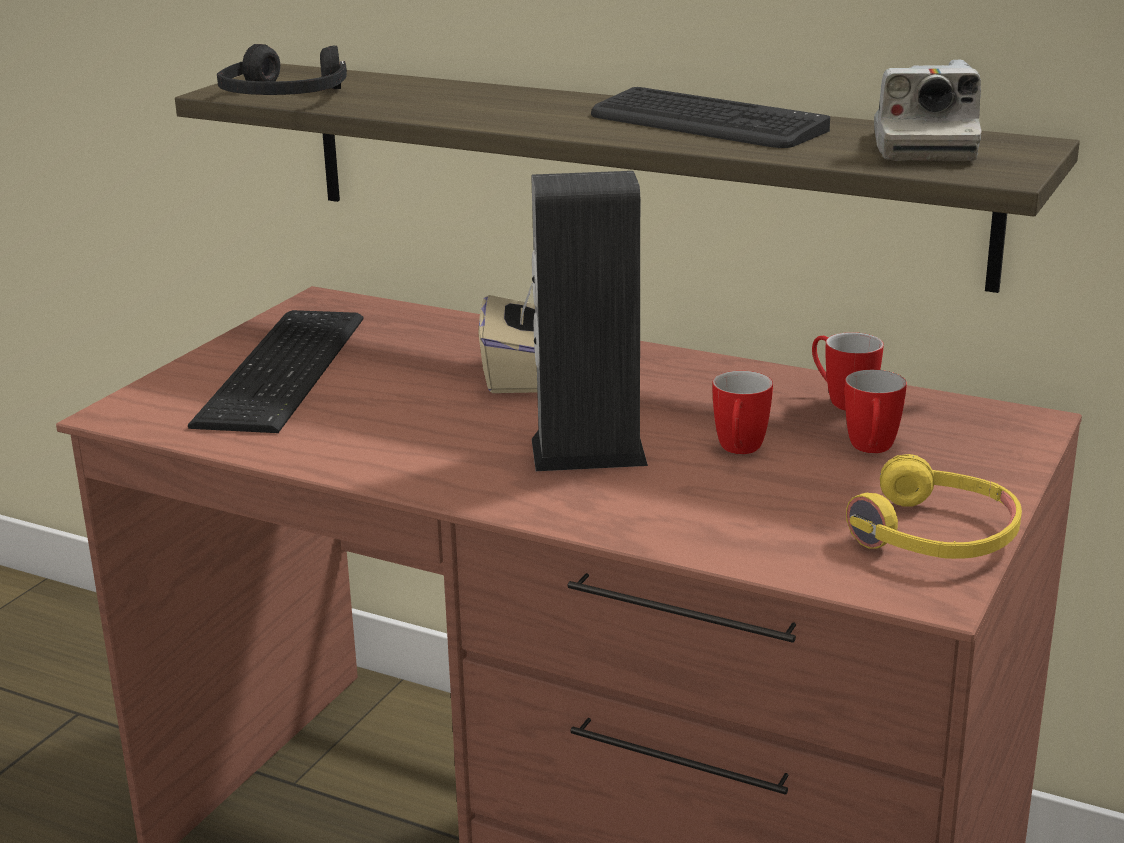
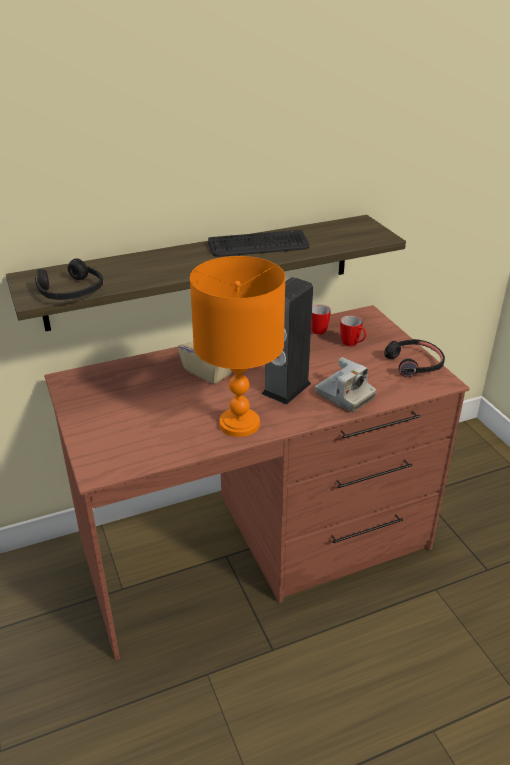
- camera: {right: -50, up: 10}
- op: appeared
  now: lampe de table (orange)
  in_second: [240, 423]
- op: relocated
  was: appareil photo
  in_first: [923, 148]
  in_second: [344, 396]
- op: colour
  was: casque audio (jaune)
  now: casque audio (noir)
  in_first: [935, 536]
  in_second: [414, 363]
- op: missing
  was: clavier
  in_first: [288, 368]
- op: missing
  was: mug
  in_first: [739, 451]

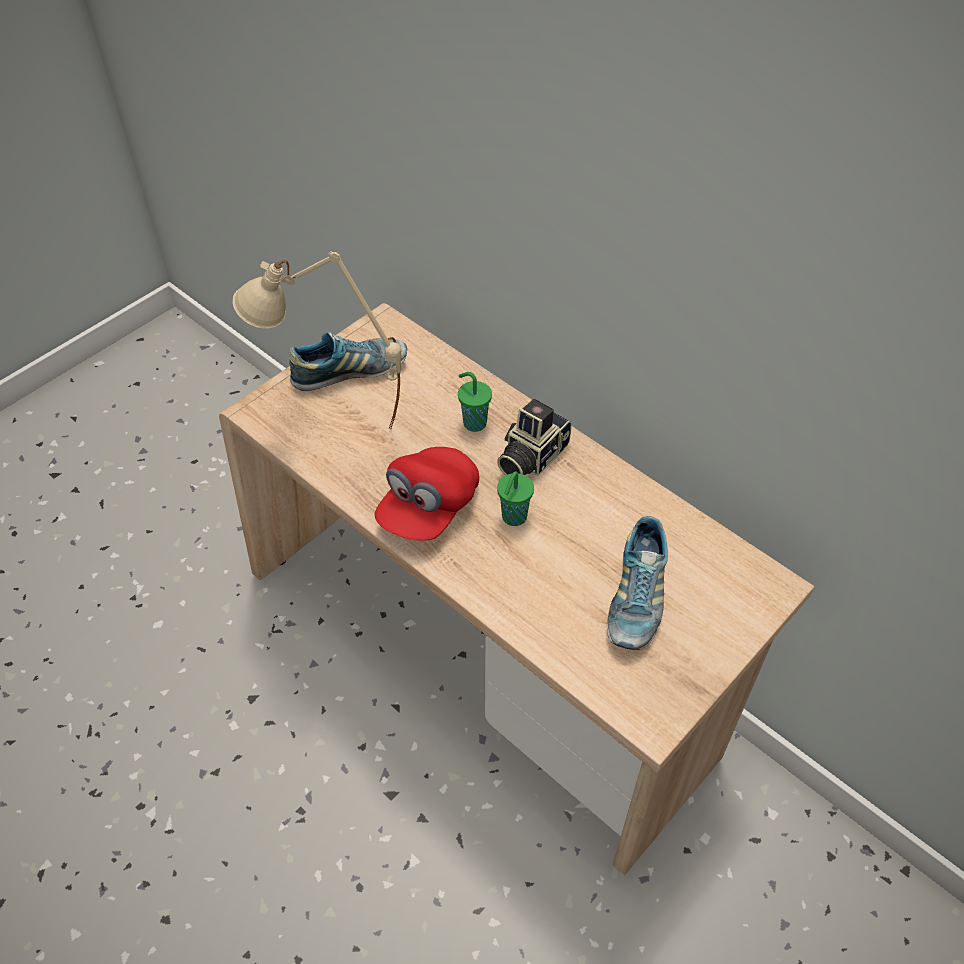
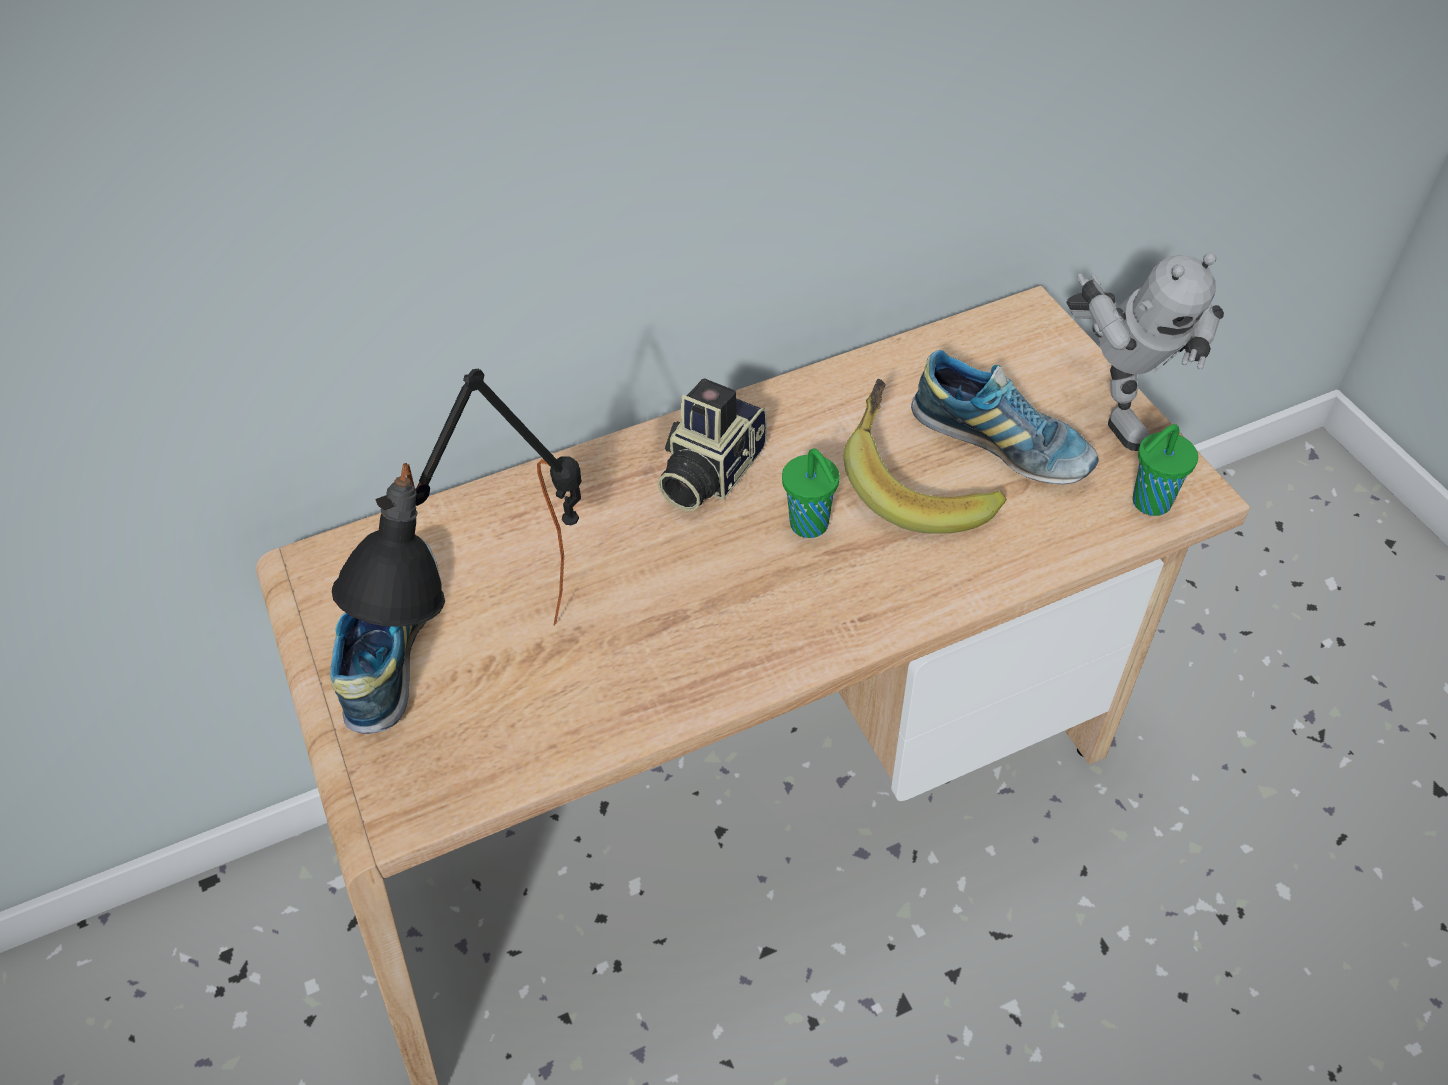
- camera: {right: -65, up: 0}
- op: colour
  was: lampe de table (beige)
  now: lampe de table (noir)
  in_first: [336, 434]
  in_second: [522, 702]
- op: spun
  was: appareil photo
  in_first: [530, 456]
  in_second: [708, 472]
  clockwise: 60
- op: appeared
  now: banane
  in_second: [917, 484]
- op: appeared
  now: robot jouet
  in_second: [1116, 405]
- op: relocated
  was: tasse (vert)
  in_first: [473, 422]
  in_second: [1149, 503]
- op: missing
  was: casquette (rouge)
  in_first: [428, 508]

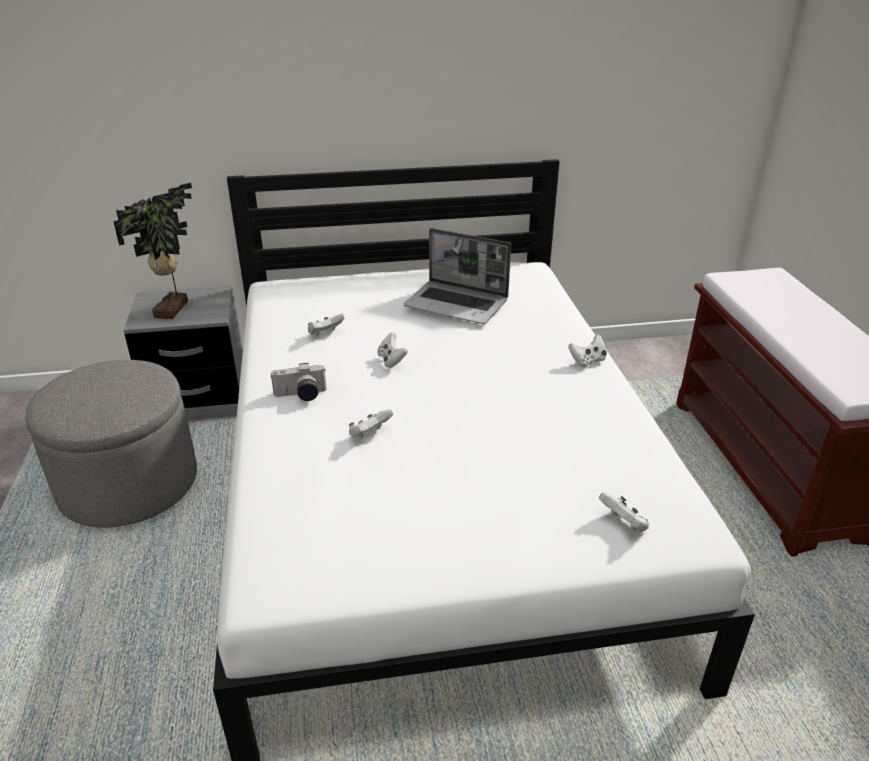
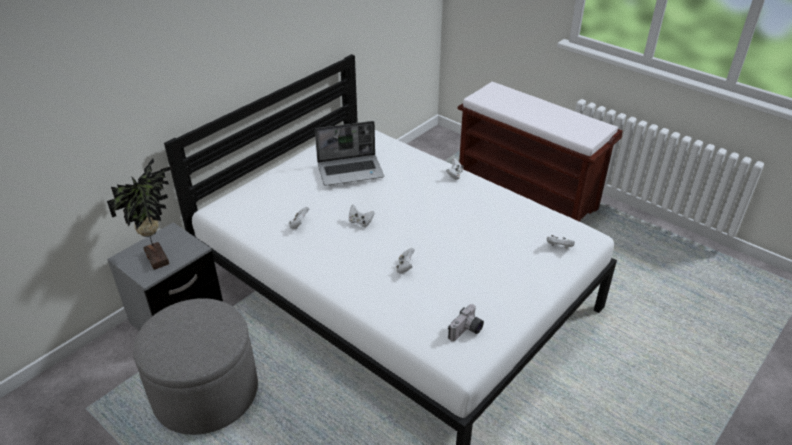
- camera: {right: -40, up: 5}
- op: relocated
  was: appareil photo
  in_first: [300, 396]
  in_second: [466, 331]

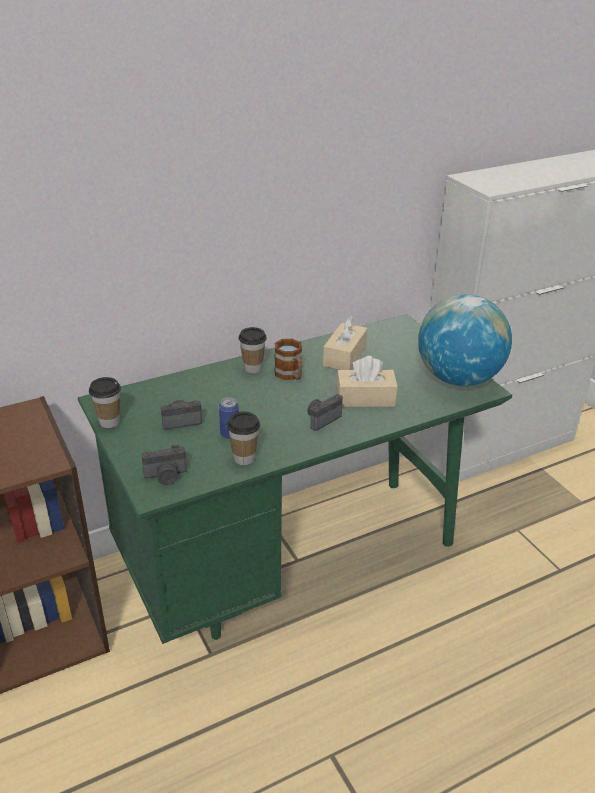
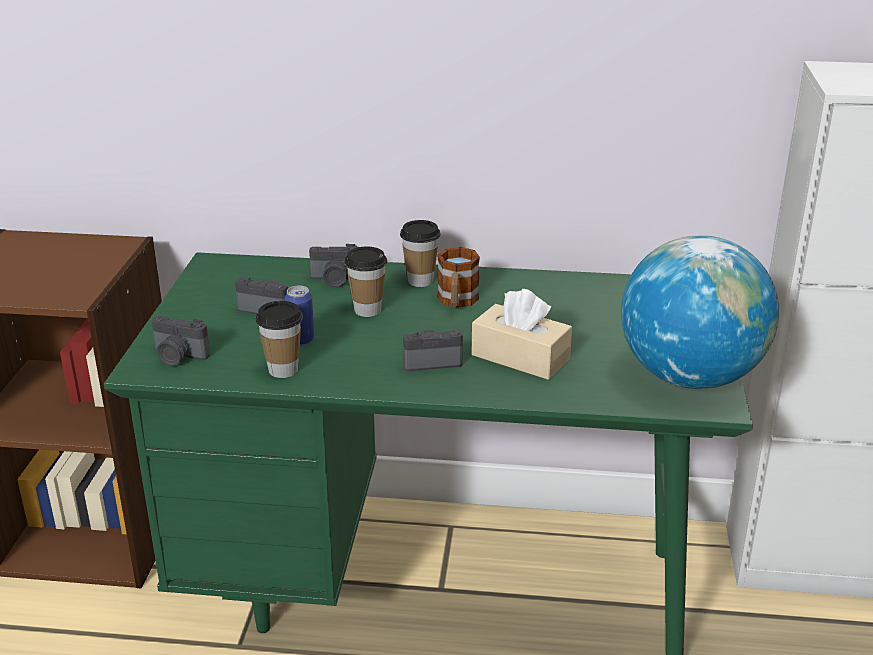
- camera: {right: 35, up: -5}
- op: appeared
  now: appareil photo
  in_second: [335, 280]
- op: relocated
  was: tasse
  in_first: [109, 422]
  in_second: [367, 310]
- op: missing
  was: boîte à mouchoirs (beige)
  in_first: [344, 356]

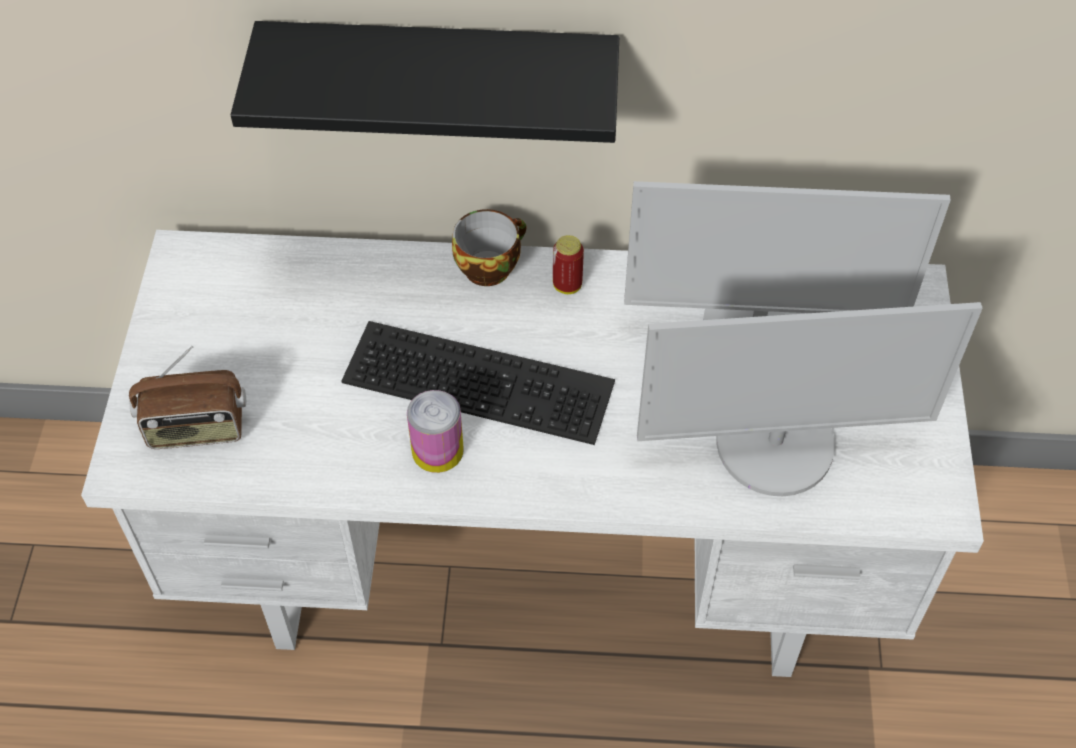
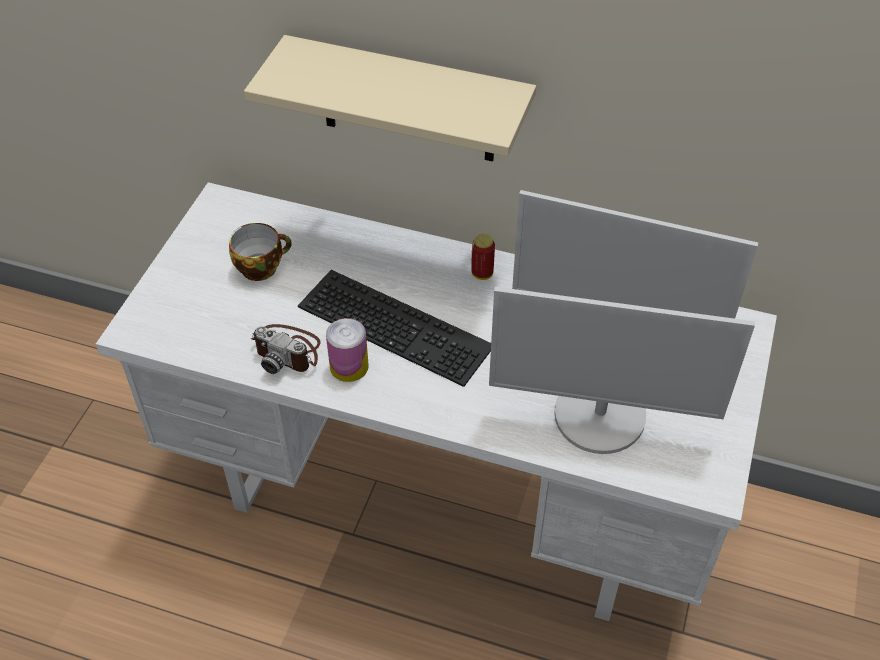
- camera: {right: 15, up: -5}
- op: relocated
  was: tasse
  in_first: [489, 265]
  in_second: [261, 266]
- op: colour
  was: étagère (noir)
  now: étagère (beige)
  in_first: [440, 81]
  in_second: [408, 101]
- op: appeared
  now: appareil photo
  in_second: [288, 350]
- op: missing
  was: radio
  in_first: [196, 429]

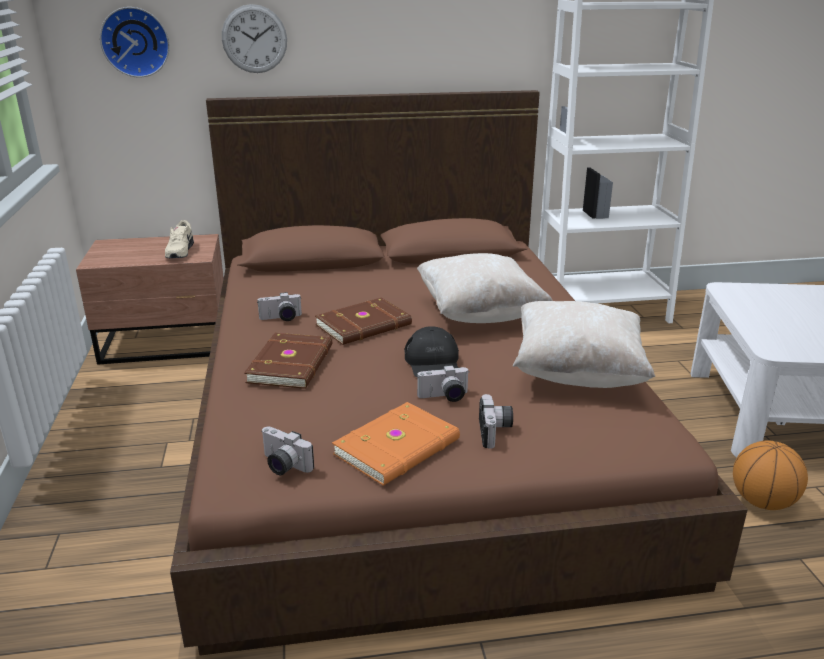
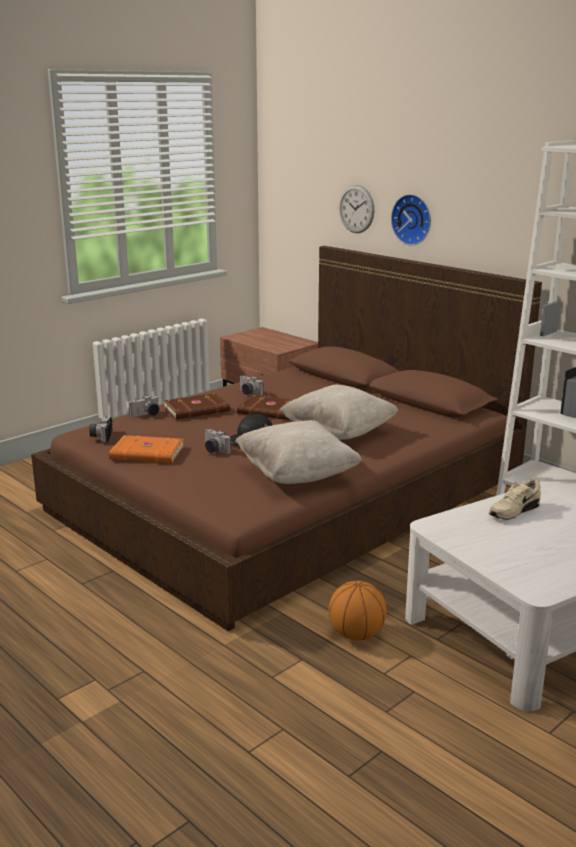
- camera: {right: 55, up: -5}
- op: relocated
  was: appareil photo
  in_first: [496, 432]
  in_second: [146, 415]
- op: relocated
  was: horloge murale
  in_first: [135, 42]
  in_second: [413, 219]
- op: relocated
  was: chaussure (beige)
  in_first: [179, 252]
  in_second: [513, 511]

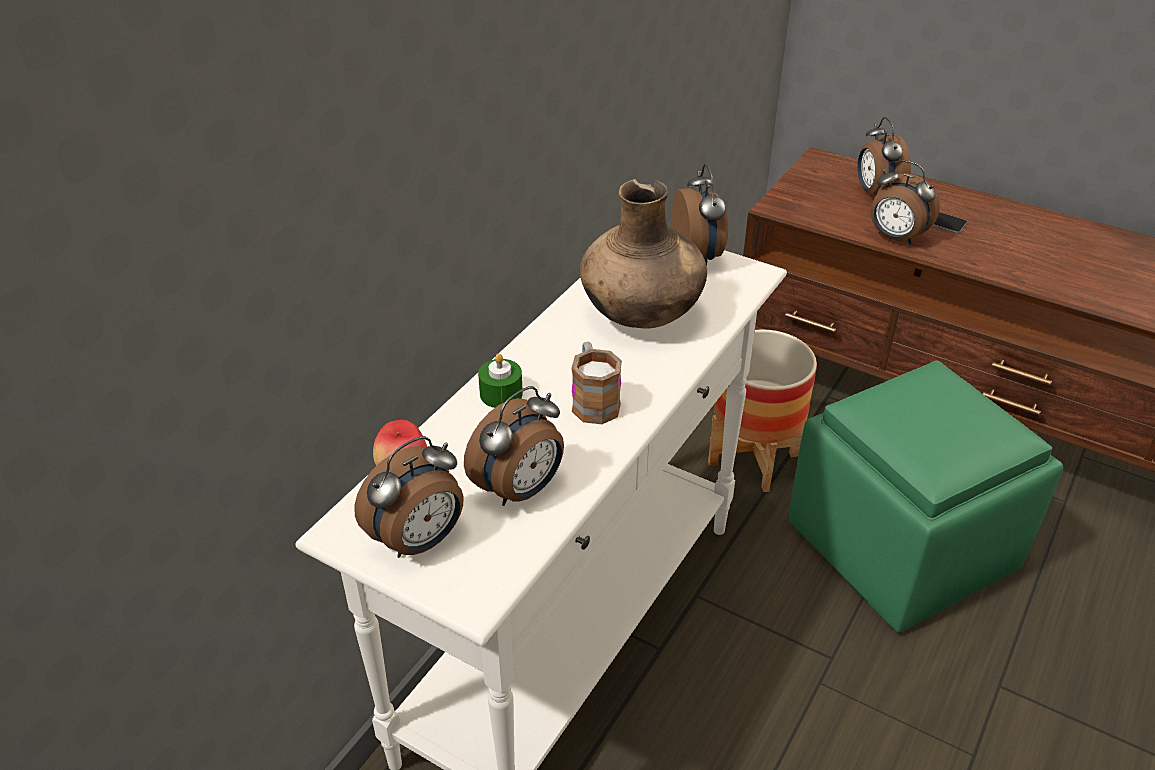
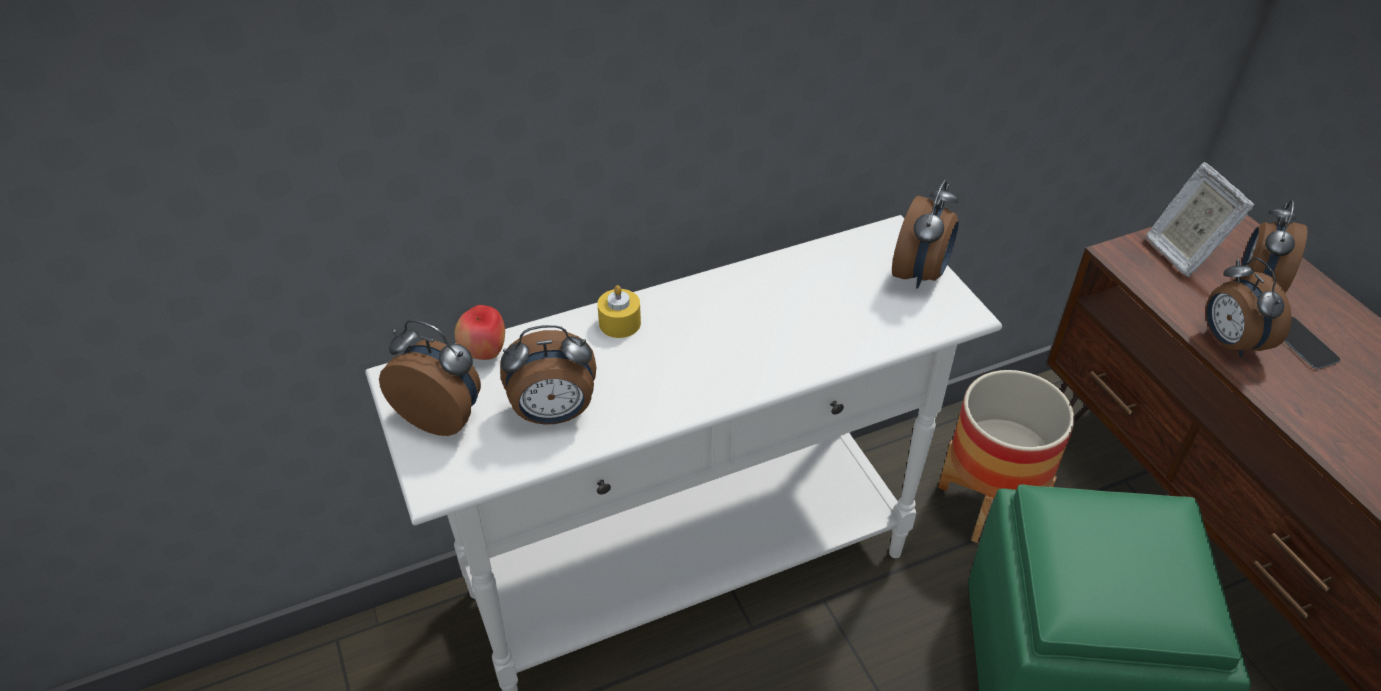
- camera: {right: 35, up: 5}
- op: spun
  was: réveil
  in_first: [419, 541]
  in_second: [442, 416]
  clockwise: -150
- op: colour
  was: bougie (vert)
  now: bougie (jaune)
  in_first: [501, 394]
  in_second: [620, 323]
- op: appeared
  now: cadre photo
  in_second: [1182, 252]
- op: missing
  was: mug
  in_first: [593, 400]
- op: missing
  was: vase (marron)
  in_first: [642, 315]

